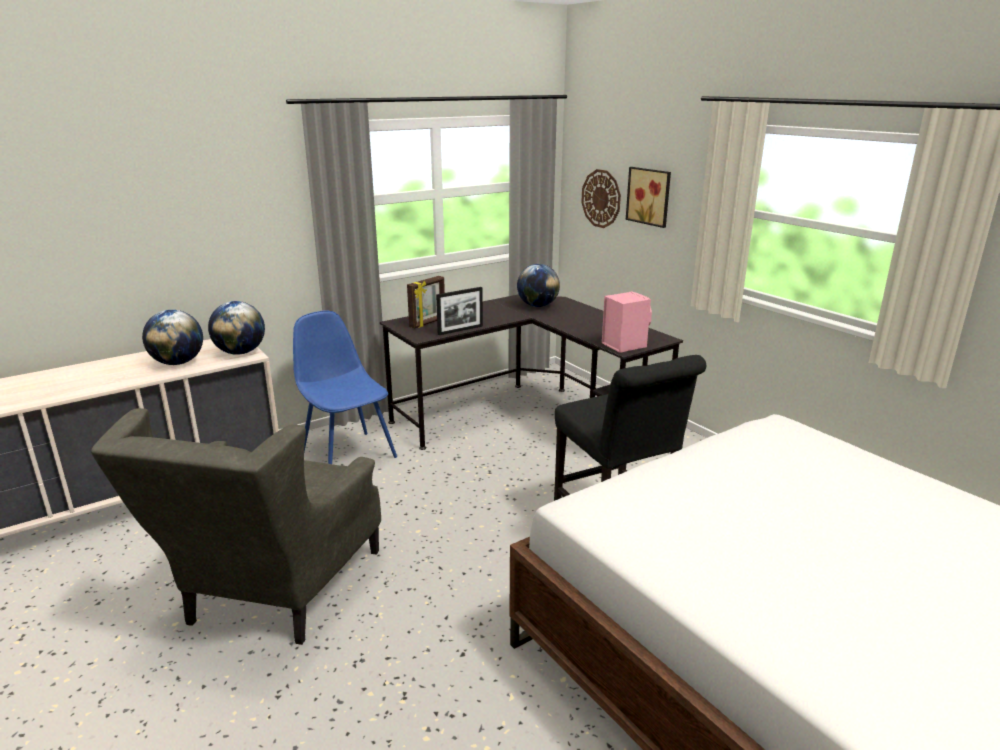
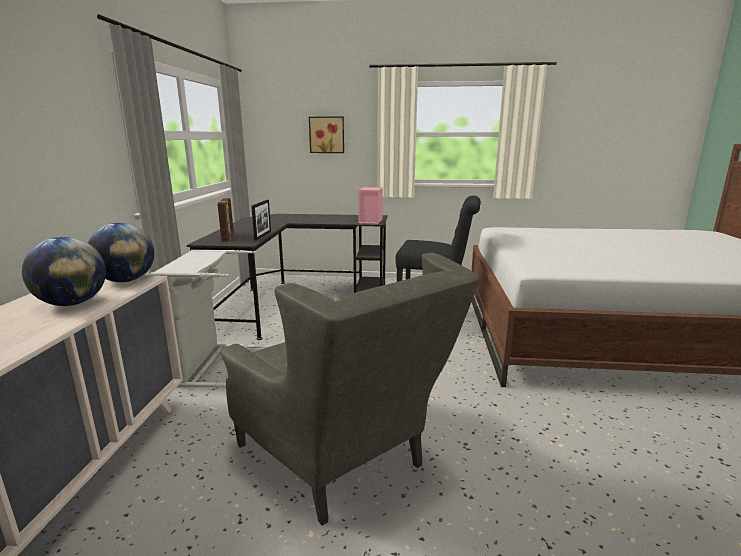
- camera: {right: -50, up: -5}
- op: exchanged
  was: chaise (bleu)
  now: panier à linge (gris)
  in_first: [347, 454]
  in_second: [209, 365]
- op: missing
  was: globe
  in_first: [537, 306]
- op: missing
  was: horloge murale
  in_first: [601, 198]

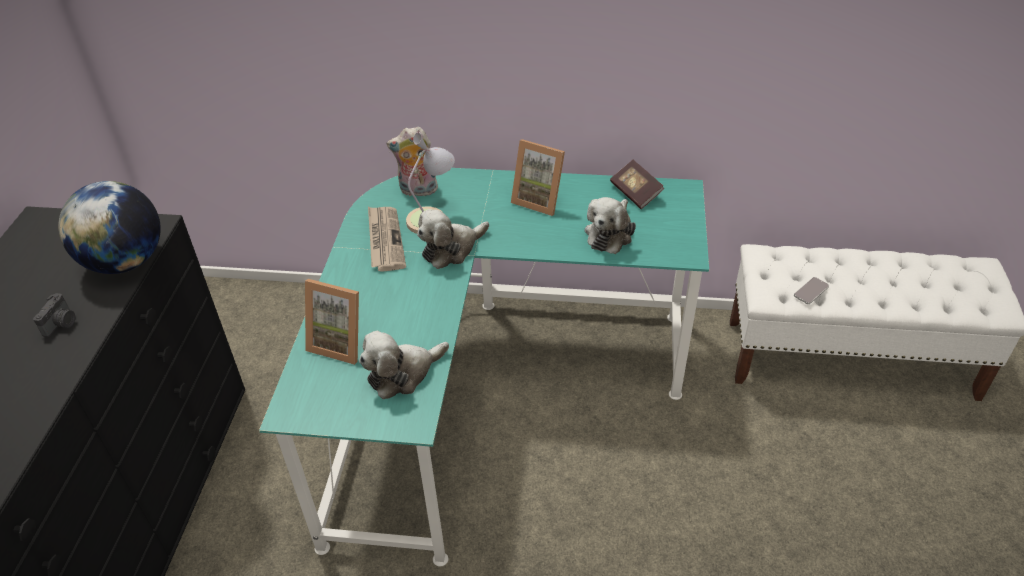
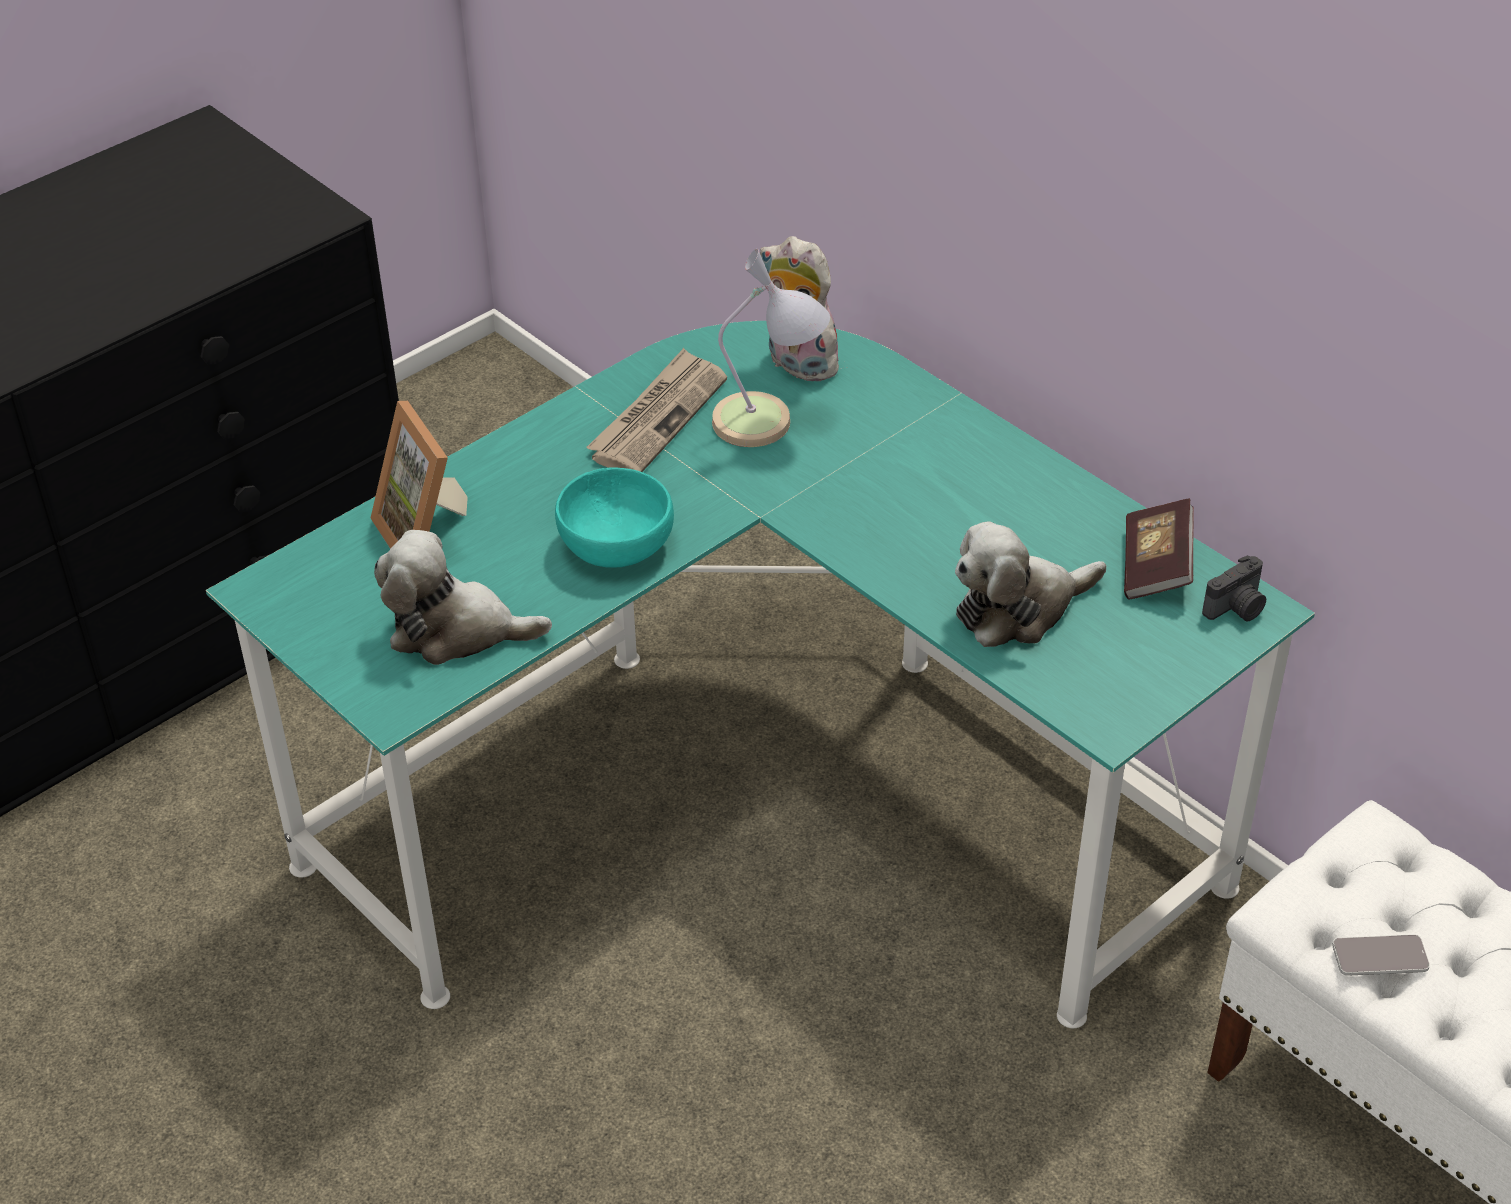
- camera: {right: 40, up: 0}
- op: appeared
  now: bol (turquoise)
  in_second: [615, 545]
- op: relocated
  was: appareil photo
  in_first: [61, 324]
  in_second: [1237, 608]
- op: missing
  was: globe
  in_first: [125, 262]
- op: missing
  was: peluche
  in_first: [451, 249]
- op: missing
  was: cadre photo
  in_first: [539, 199]

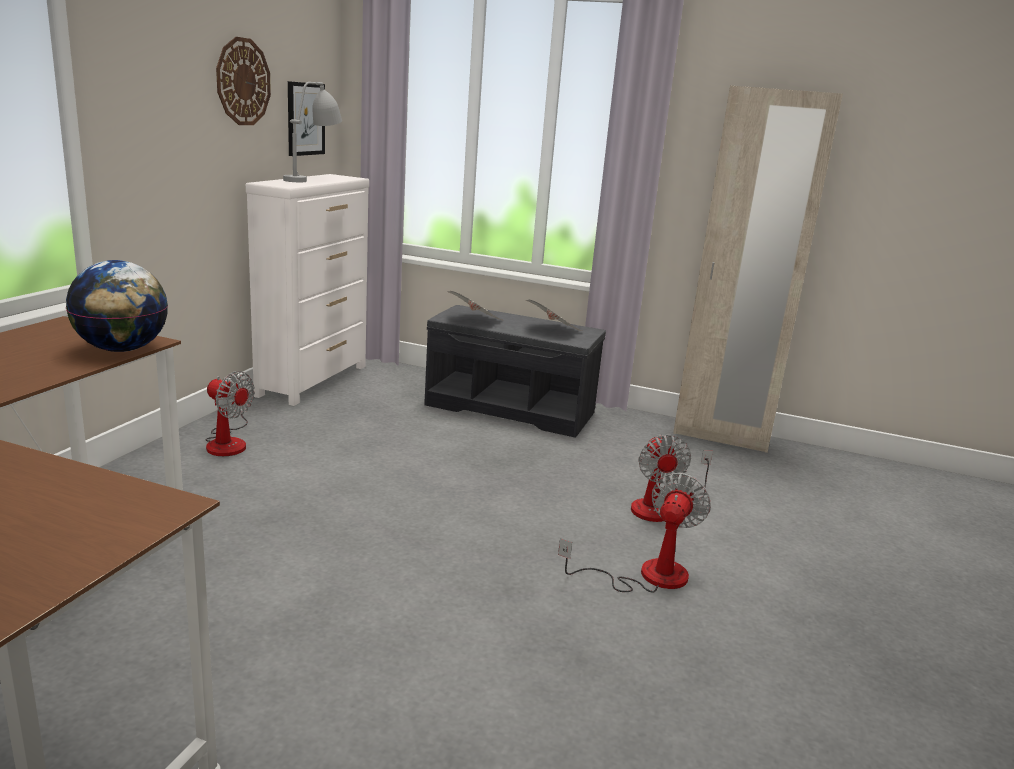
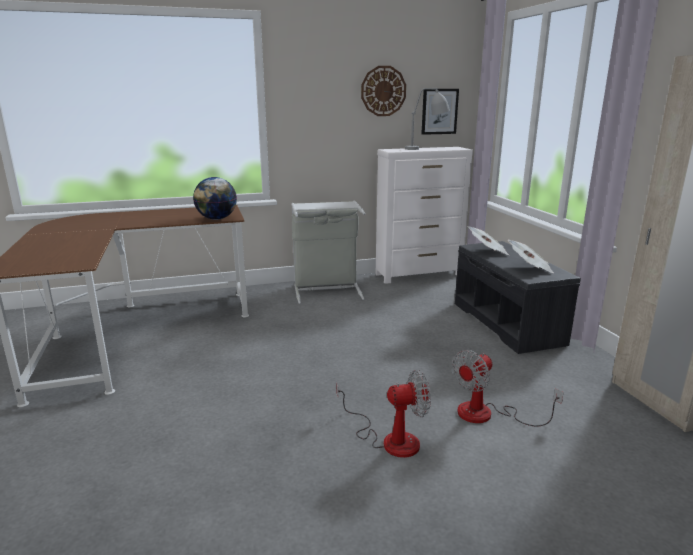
- camera: {right: 55, up: 0}
- op: exchanged
  was: ventilateur
  now: panier à linge (gris)
  in_first: [228, 442]
  in_second: [327, 289]

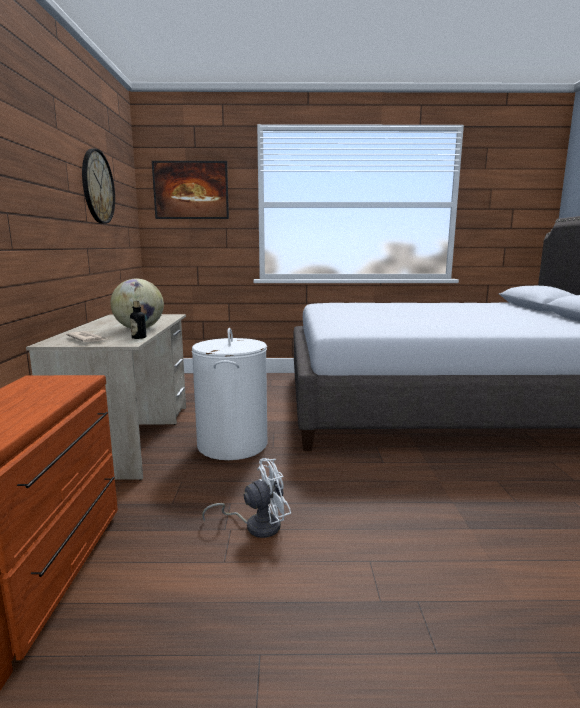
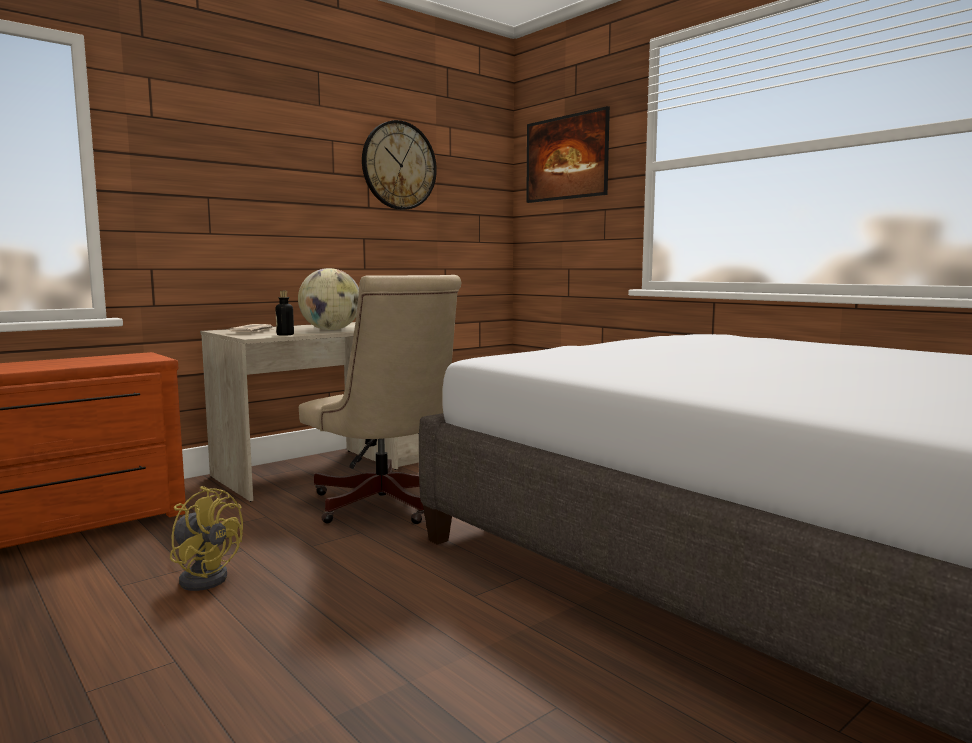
- camera: {right: 50, up: -5}
- op: colour
  was: ventilateur (blanc)
  now: ventilateur (jaune)
  in_first: [256, 525]
  in_second: [205, 576]
- op: exchanged
  was: panier à linge (blanc)
  now: chaise de bureau (beige)
  in_first: [233, 445]
  in_second: [386, 506]

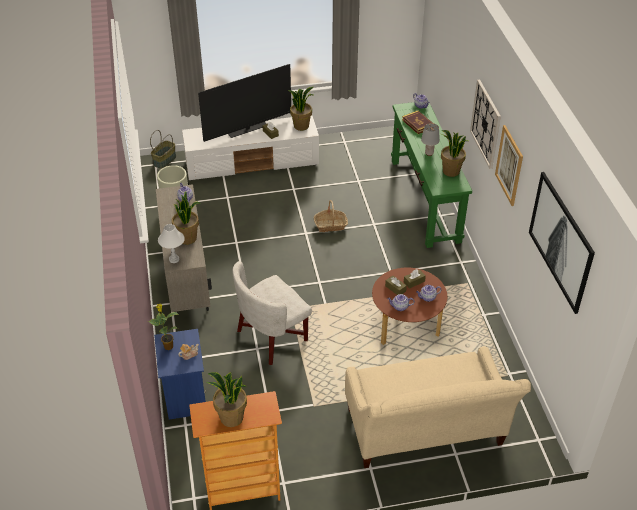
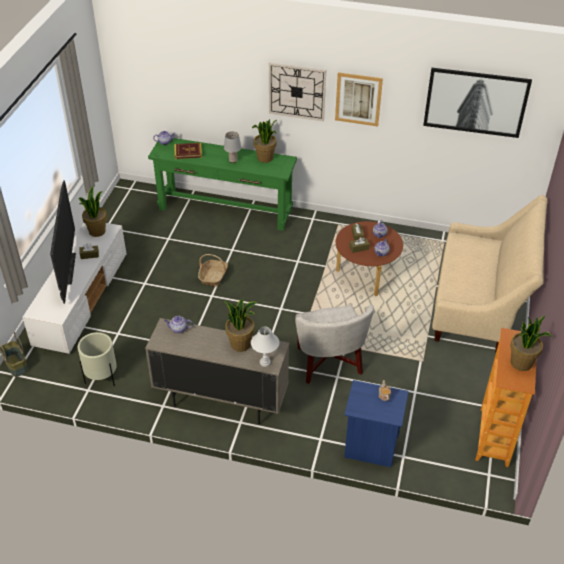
- camera: {right: -65, up: 0}
- op: missing
  was: plante en pot
  in_first: [168, 346]

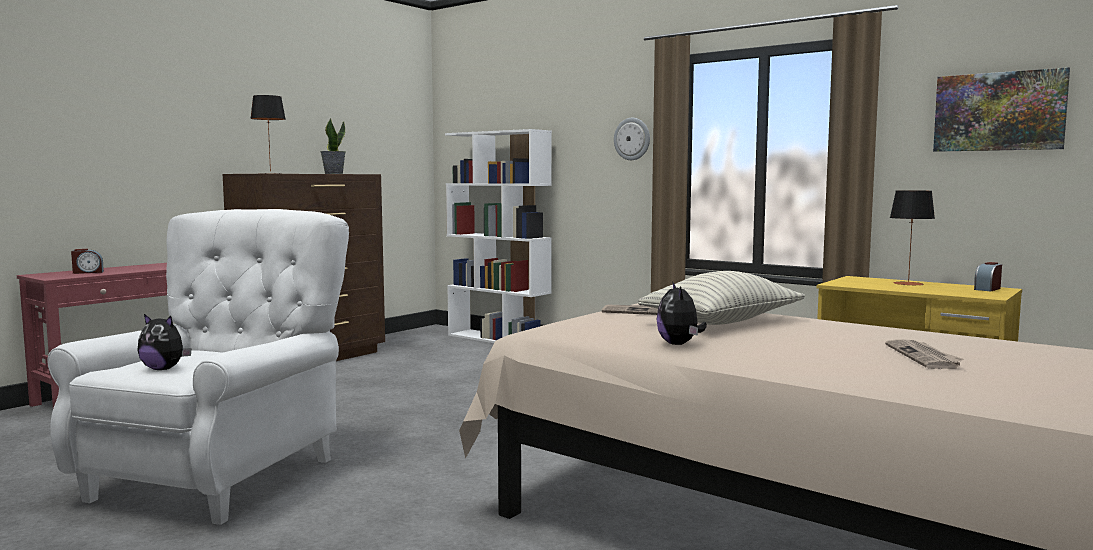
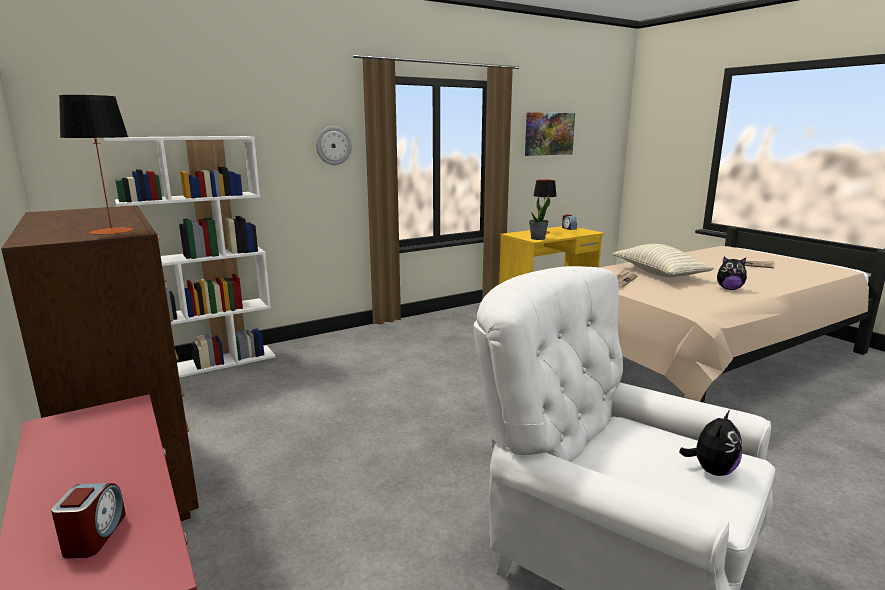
- camera: {right: -70, up: 10}
- op: relocated
  was: plante en pot
  in_first: [333, 174]
  in_second: [537, 238]

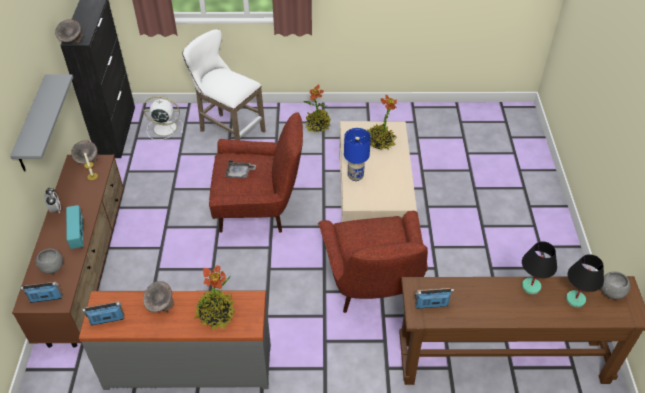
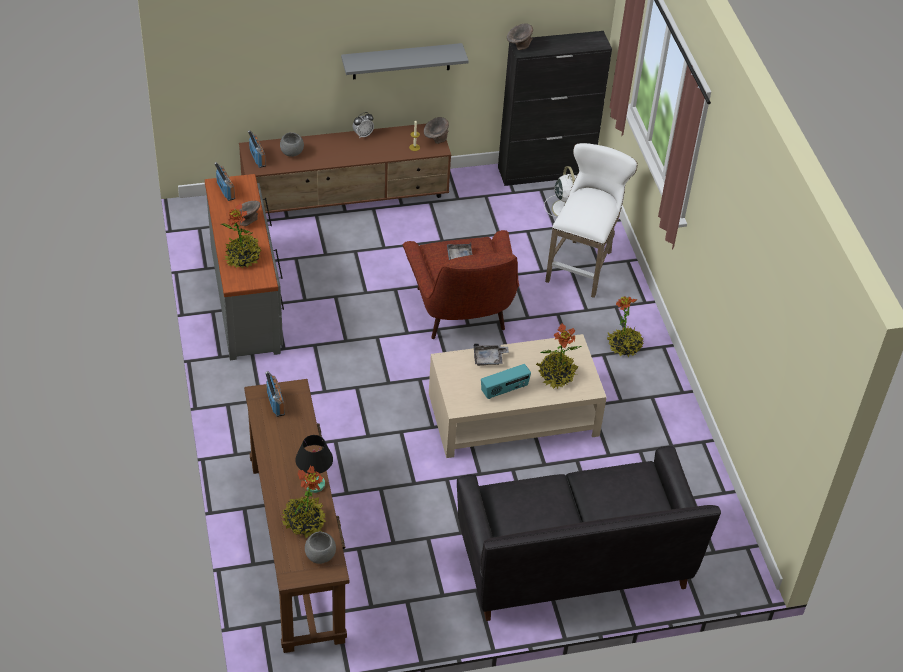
- camera: {right: 75, up: 0}
- op: exchanged
  was: lampe de table (noir)
  now: plante en pot
  in_first: [575, 299]
  in_second: [304, 522]
- op: appeared
  now: canapé (noir)
  in_second: [573, 562]
- op: exchanged
  was: lampe de table (bleu)
  now: plateau (gris)
  in_first: [355, 176]
  in_second: [489, 358]
- op: relocated
  was: radio
  in_first: [78, 234]
  in_second: [504, 390]
- op: missing
  was: fauteuil (rouge)
  in_first: [372, 286]

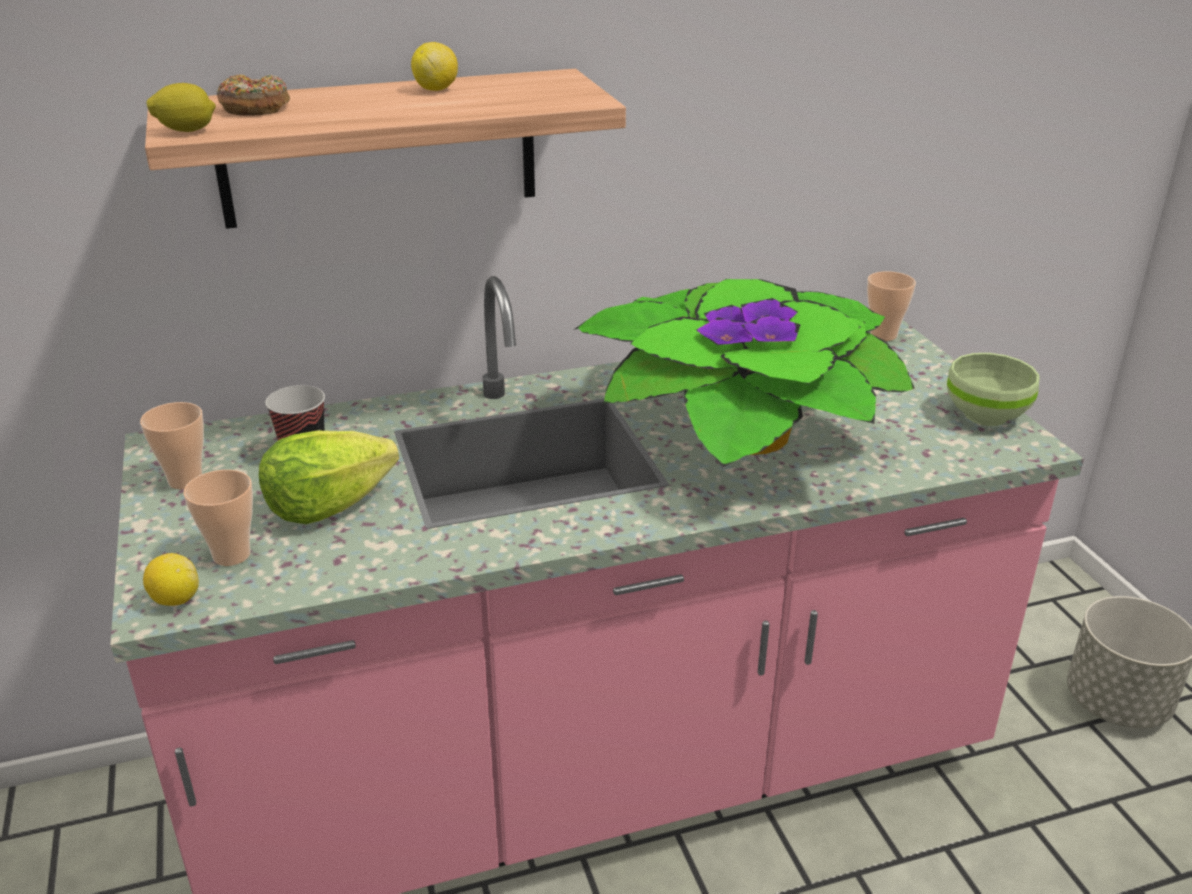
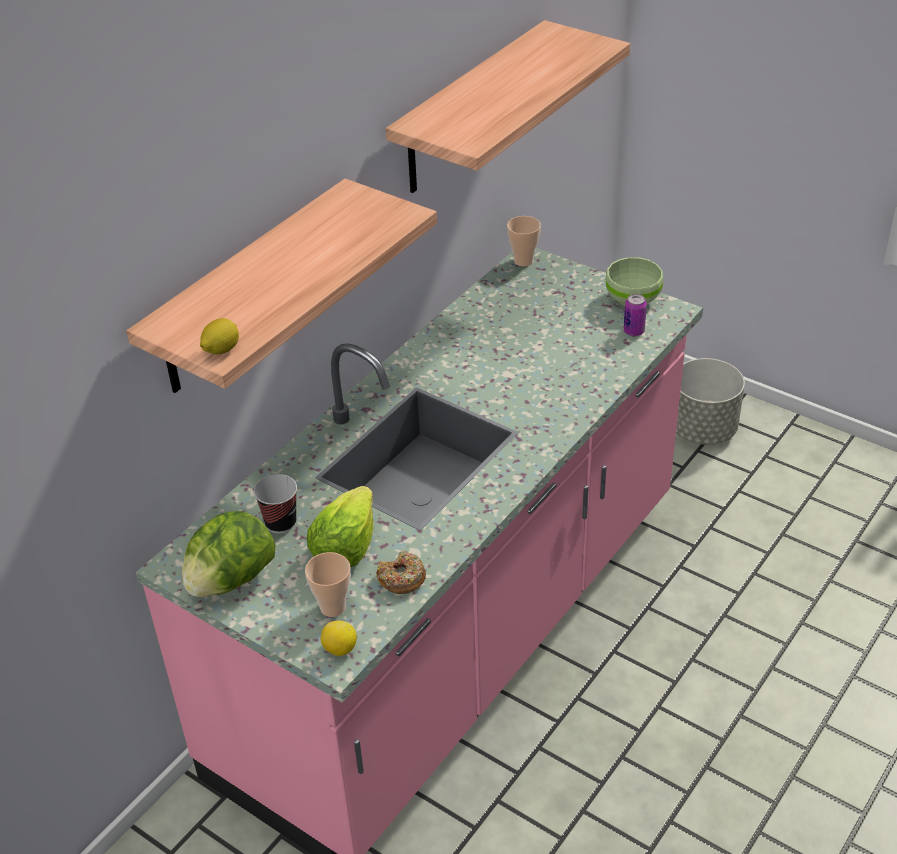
- camera: {right: -35, up: 10}
- op: exchanged
  was: tasse
  now: laitue
  in_first: [185, 480]
  in_second: [231, 580]
- op: relocated
  was: beignet
  in_first: [255, 108]
  in_second: [401, 579]
- op: appeared
  now: étagère
  in_second: [470, 109]
- op: appeared
  now: boîte métallique
  in_second: [633, 331]
- op: missing
  was: citron
  in_first: [436, 89]
- op: missing
  was: plante en pot
  in_first: [739, 432]

